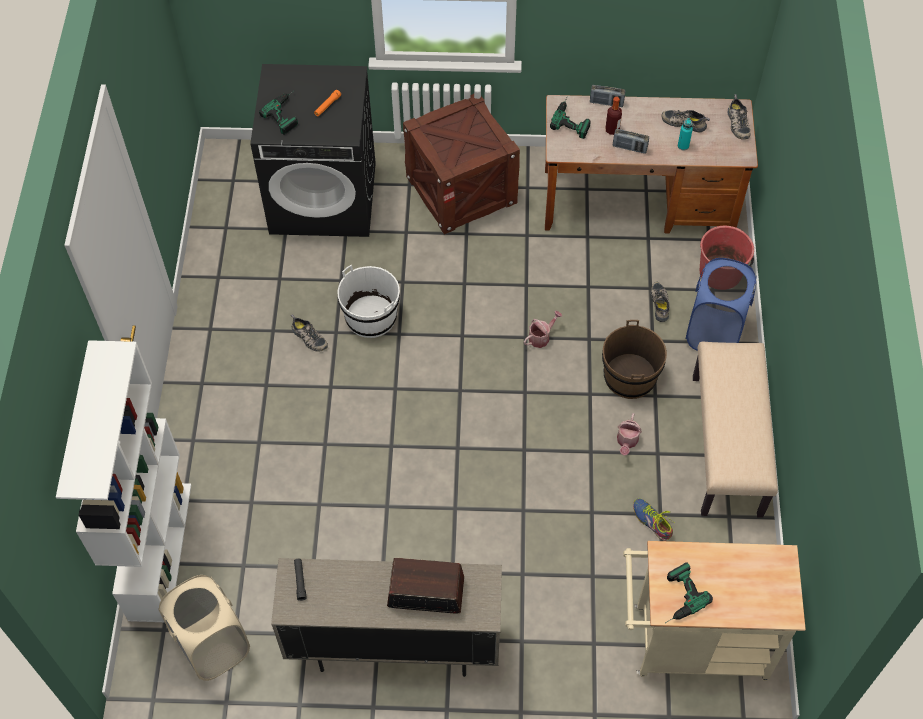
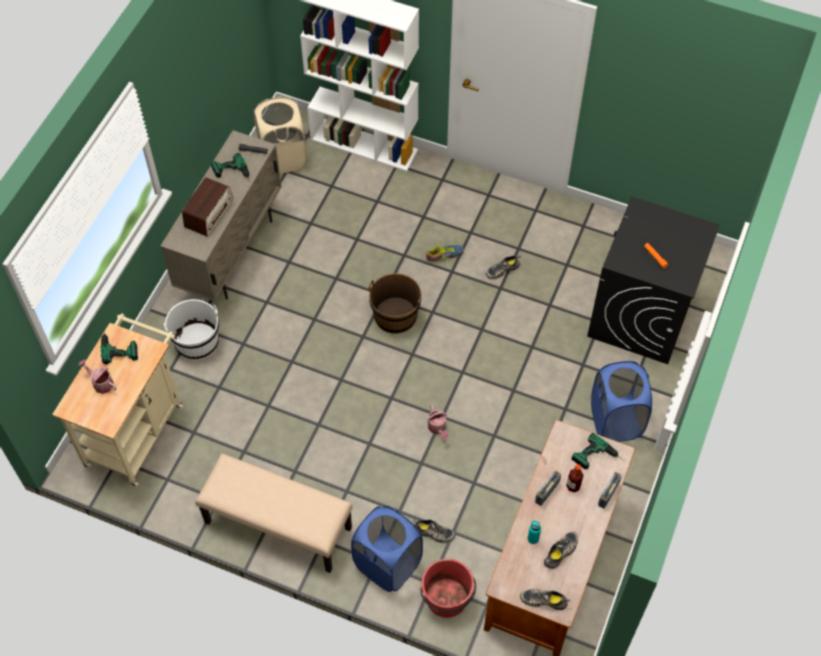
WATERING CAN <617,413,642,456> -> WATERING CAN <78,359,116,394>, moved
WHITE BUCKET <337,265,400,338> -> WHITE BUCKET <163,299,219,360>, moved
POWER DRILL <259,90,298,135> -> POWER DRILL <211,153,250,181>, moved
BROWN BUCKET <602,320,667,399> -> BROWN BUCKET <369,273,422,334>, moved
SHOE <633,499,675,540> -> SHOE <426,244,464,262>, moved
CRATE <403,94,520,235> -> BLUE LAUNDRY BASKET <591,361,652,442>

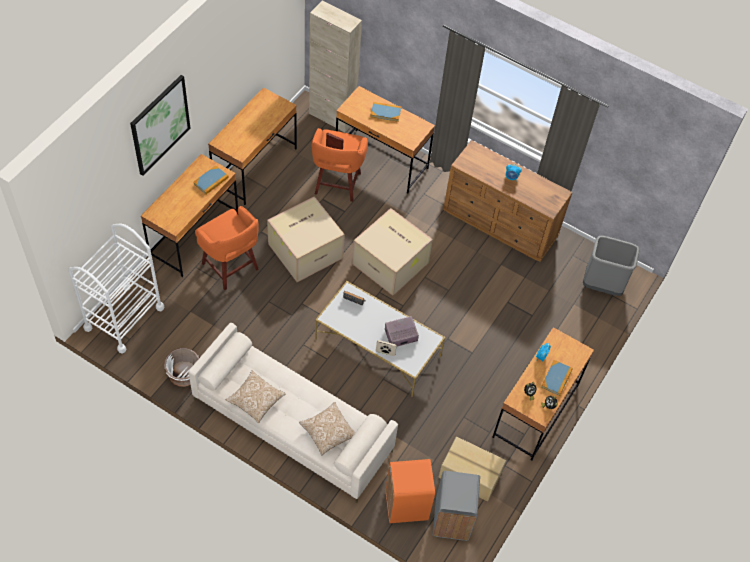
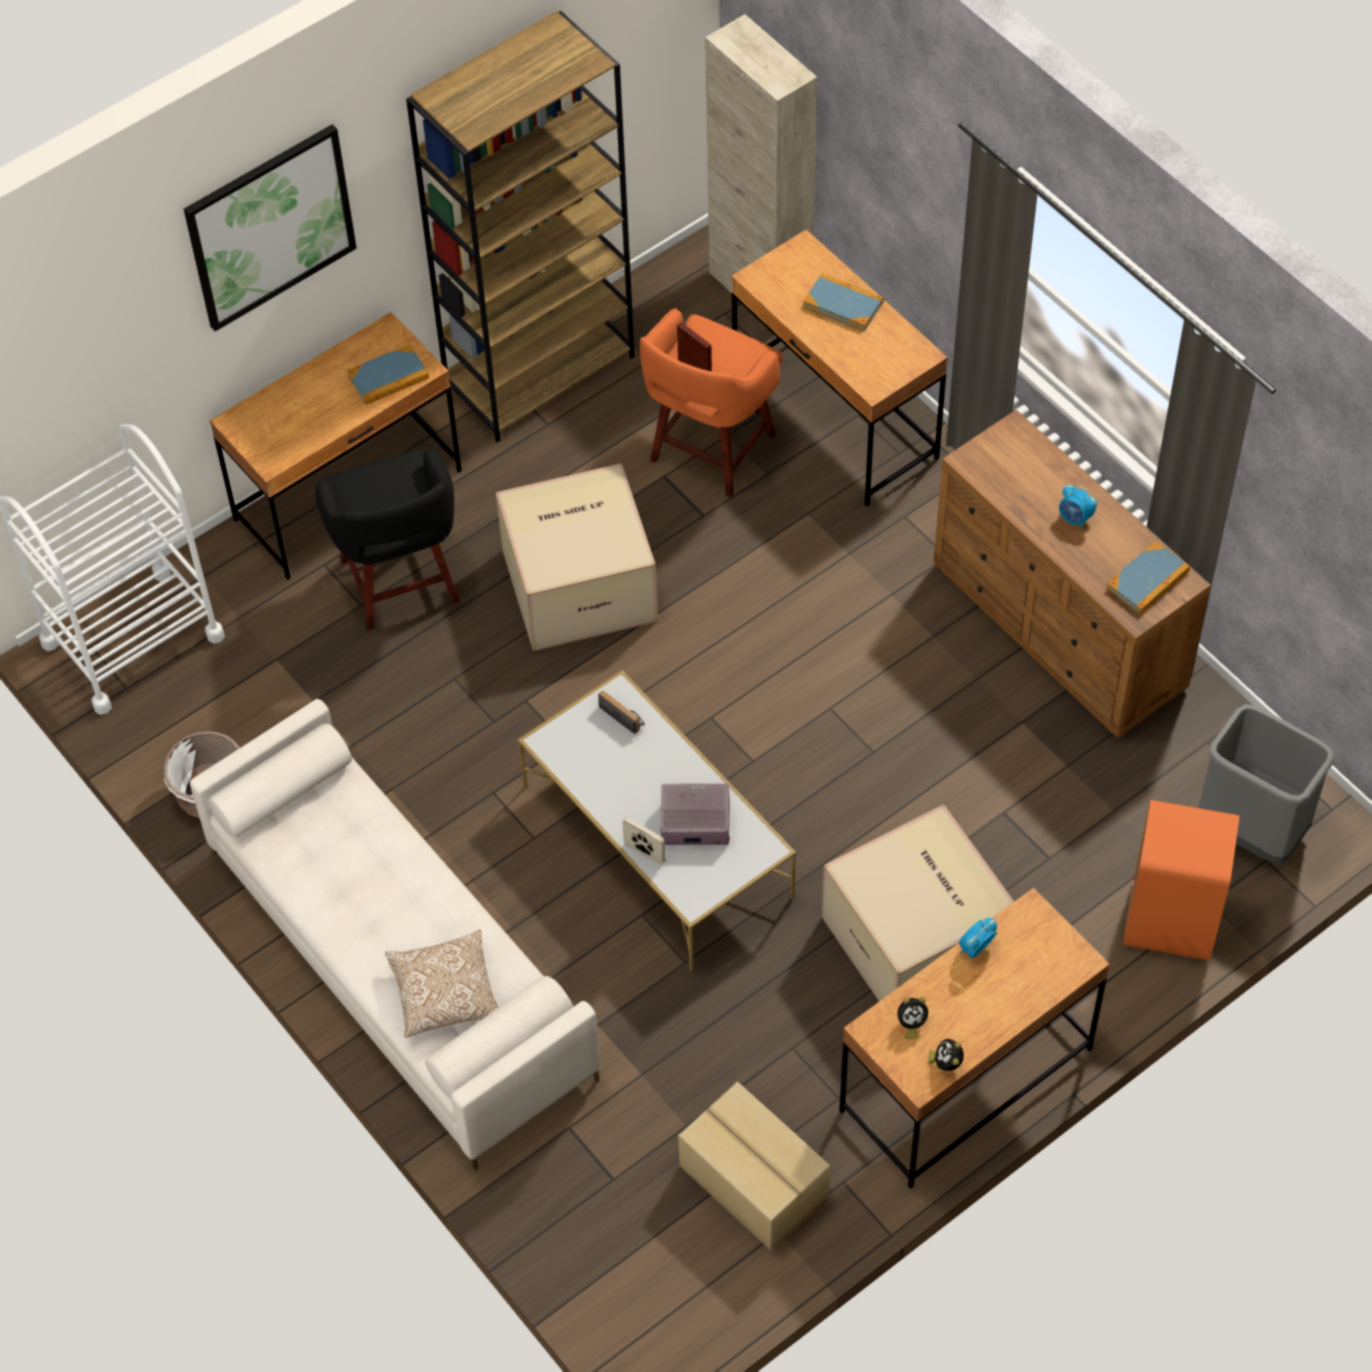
ORANGE STOOL <195,206,259,290> -> BLACK STOOL <315,446,460,631>
BROWN DESK <208,87,297,205> -> BROWN BOOKCASE <406,11,635,442>
CARDBOARD BOX <352,208,433,296> -> CARDBOARD BOX <822,804,1014,1001>, moved
BOOK <541,360,573,396> -> BOOK <1106,541,1190,614>, moved
ORANGE TRASH CAN <386,459,435,523> -> ORANGE TRASH CAN <1123,800,1240,961>, moved
PILLOW <226,370,286,423> -> none
GREY TRASH CAN <433,471,480,541> -> none

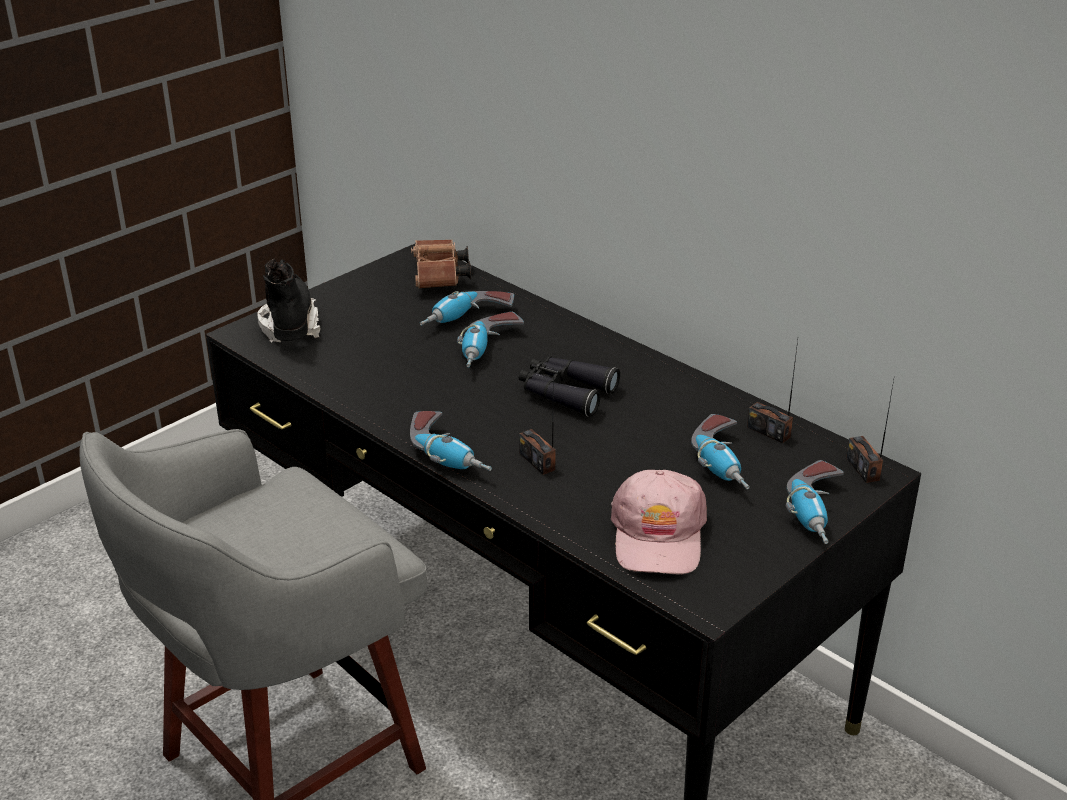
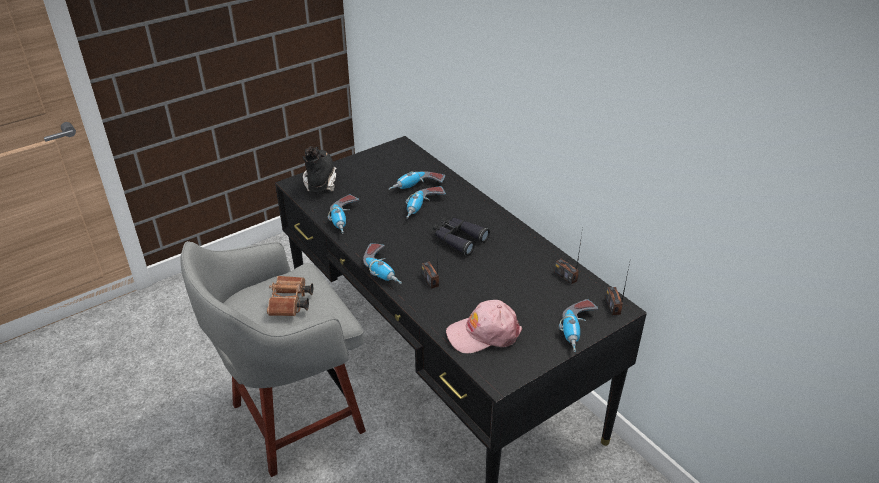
BROWN BINOCULARS <411,239,471,289> -> BROWN BINOCULARS <267,276,313,316>, moved
POWER DRILL <691,414,750,489> -> POWER DRILL <328,194,359,234>, moved
PINK CAP <611,470,707,575> -> PINK CAP <446,300,522,354>, 60 degrees clockwise

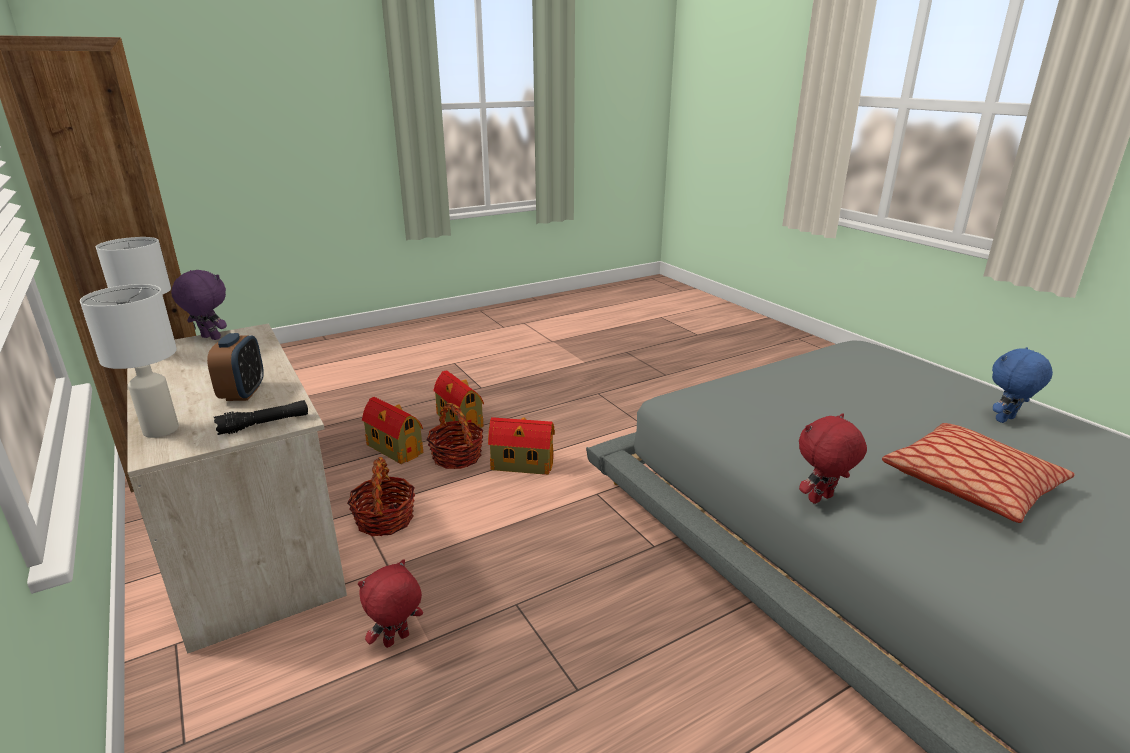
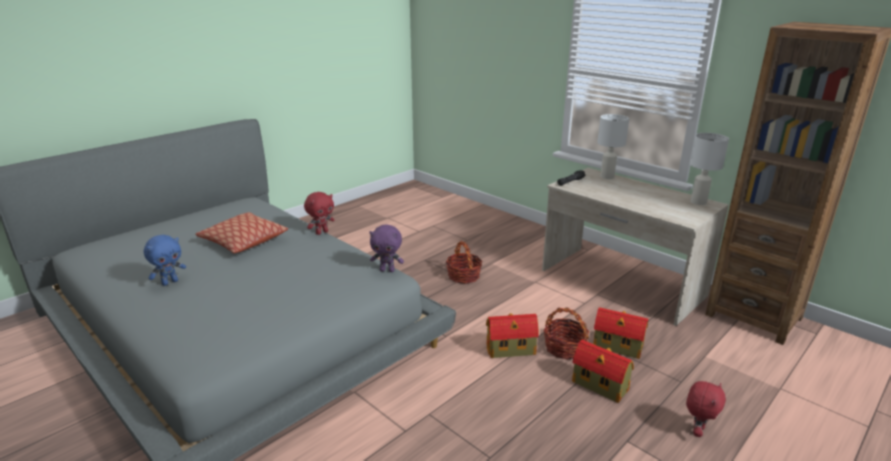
PURPLE PLUSH TOY <171,270,227,340> -> PURPLE PLUSH TOY <369,224,404,272>, moved
BASKET <347,457,415,536> -> BASKET <446,241,482,284>, moved
RED PLUSH TOY <358,559,423,648> -> RED PLUSH TOY <686,381,726,437>, moved
ALARM CLOCK <207,333,264,401> -> none

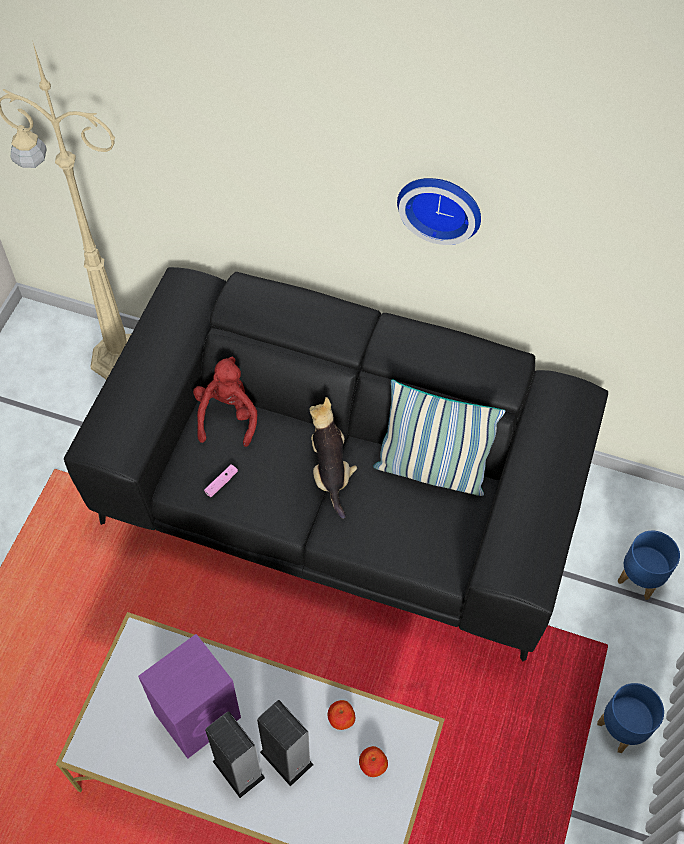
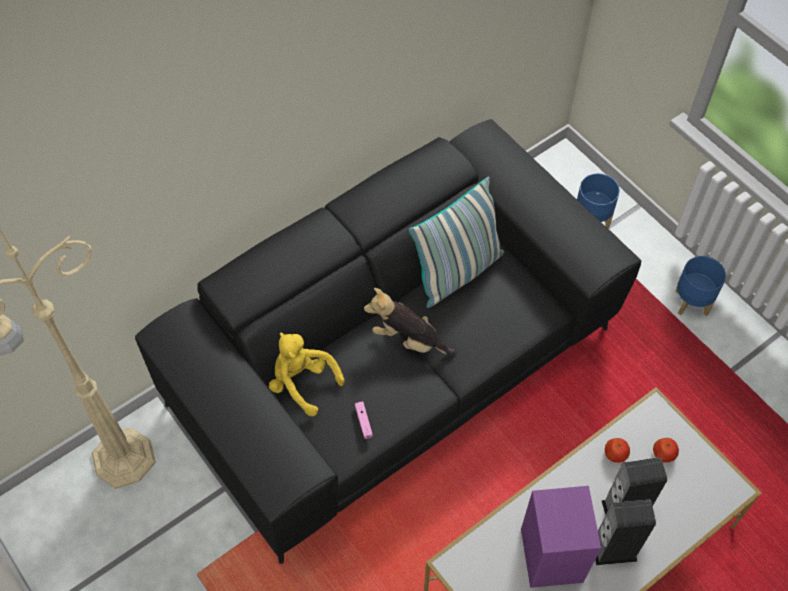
RED PLUSH TOY <193,357,257,447> -> YELLOW PLUSH TOY <269,333,345,416>
WALL CLOCK <397,178,481,245> -> none

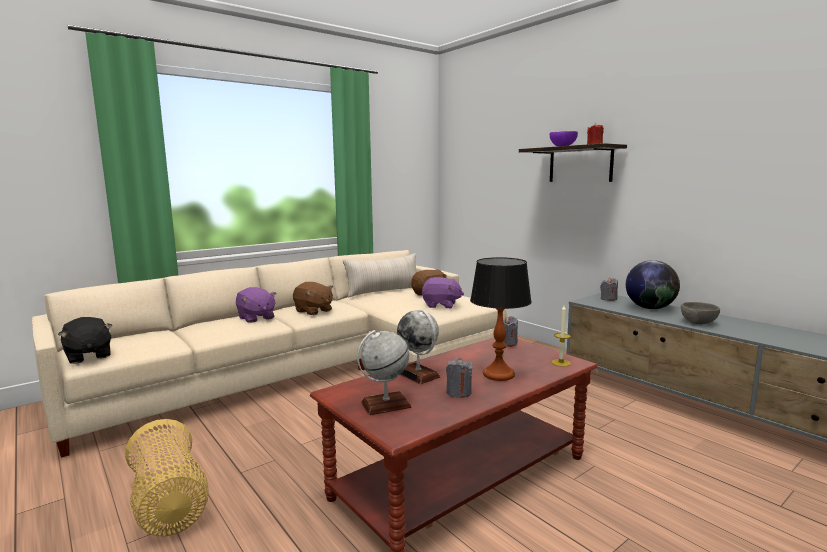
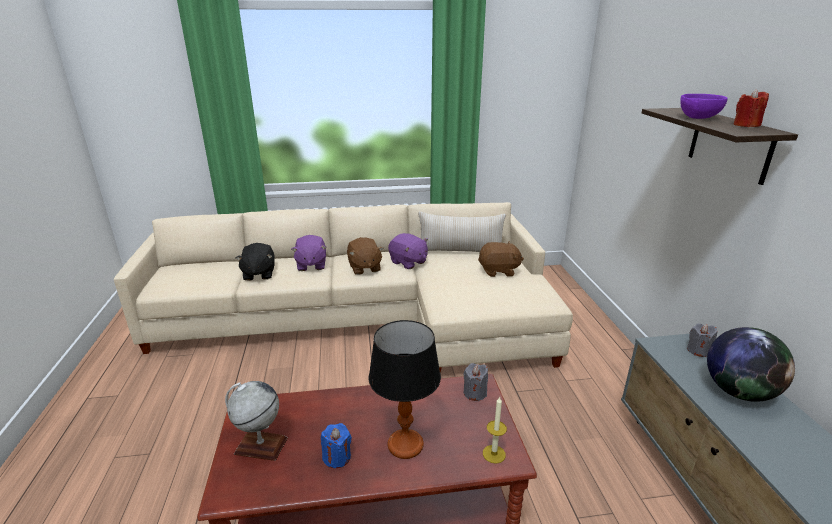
BLACK PLUSH TOY <58,317,113,364> -> BLACK PLUSH TOY <235,243,275,281>, moved
GREY CANDLE <446,357,472,398> -> BLUE CANDLE <321,423,352,468>
PURPLE PLUSH TOY <422,277,464,308> -> PURPLE PLUSH TOY <388,233,428,269>, moved
BASKET <125,419,209,536> -> none
GLOBE <397,310,440,384> -> none
GREY BOWL <681,302,720,324> -> none

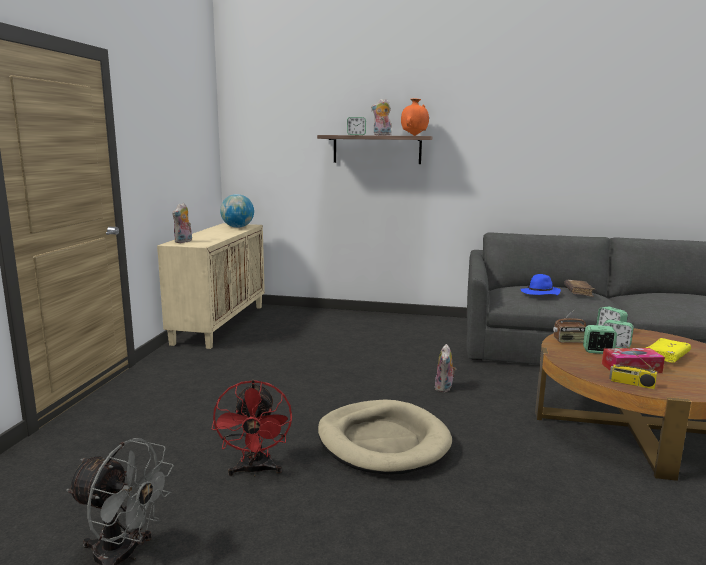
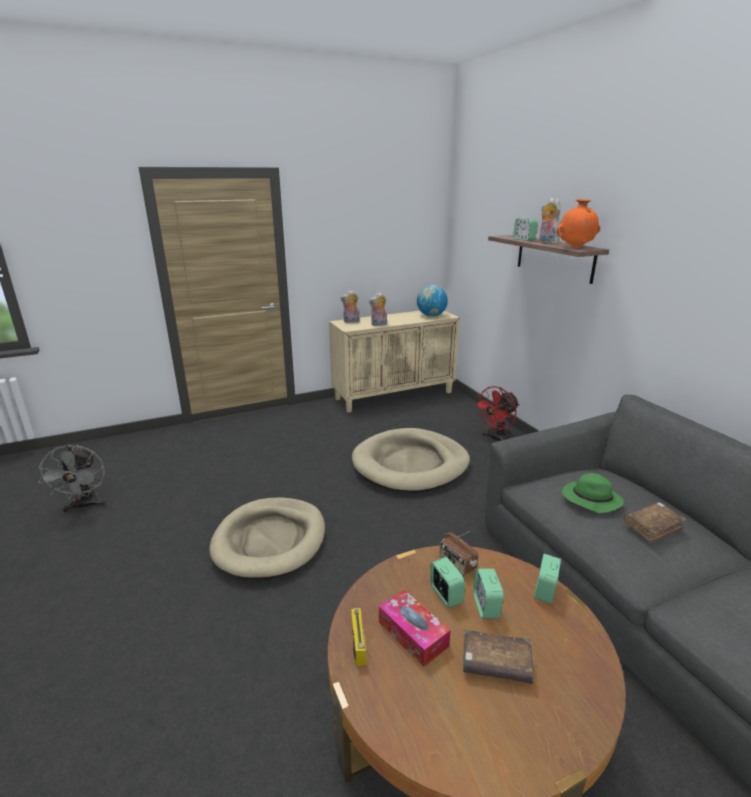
none -> BEIGE DOG BED <352,428,470,493>
PLUSH TOY <435,344,456,392> -> PLUSH TOY <369,292,387,326>, moved
YELLOW BOOK <646,338,691,362> -> BROWN BOOK <463,629,534,684>
RED FAN <212,380,292,476> -> RED FAN <474,386,520,441>, moved
BLUE HAT <521,274,561,295> -> GREEN HAT <562,473,624,513>

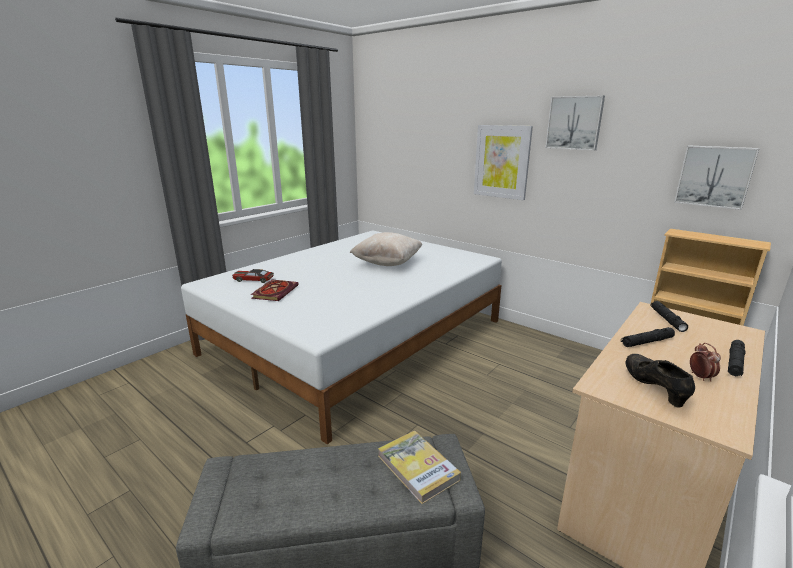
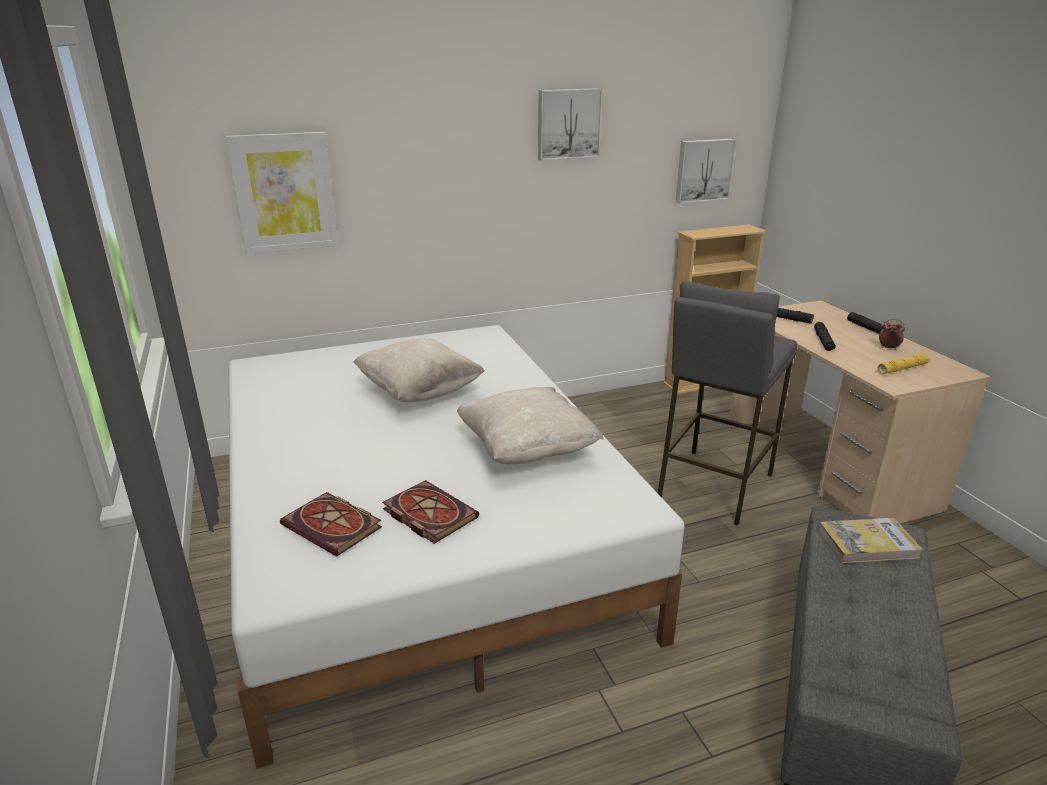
PICTURE <474,125,533,200> -> PICTURE <226,132,338,254>, moved
TOY CAR <232,269,274,283> -> BOOK <280,492,382,557>
none -> BEIGE PILLOW <457,387,604,464>
none -> GREY STOOL <658,281,797,526>
BLACK SHOE <625,354,695,408> -> YELLOW FLASHLIGHT <877,354,930,374>

